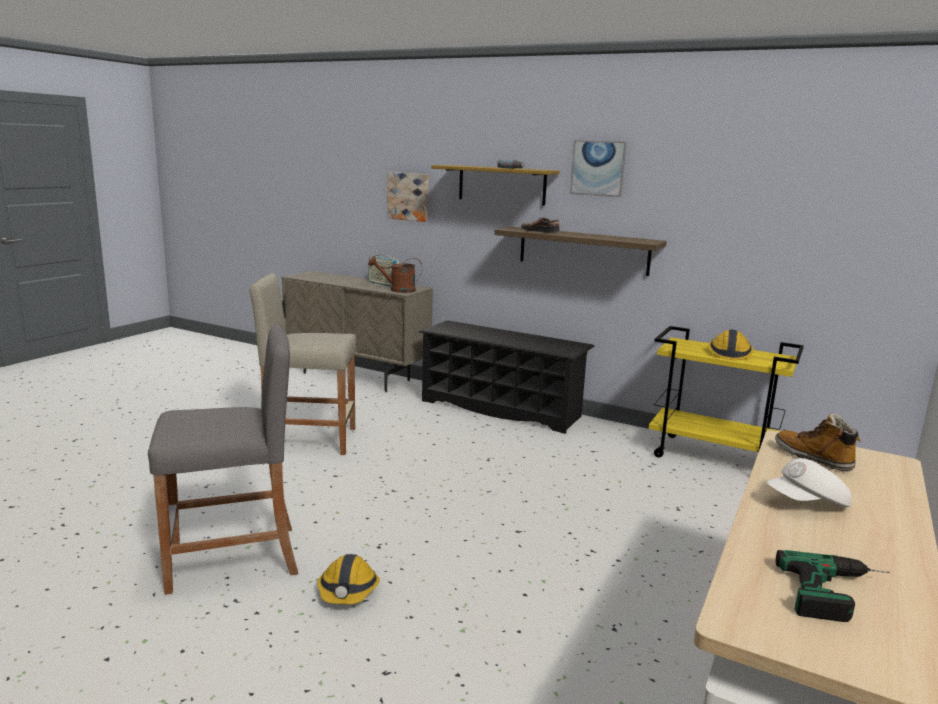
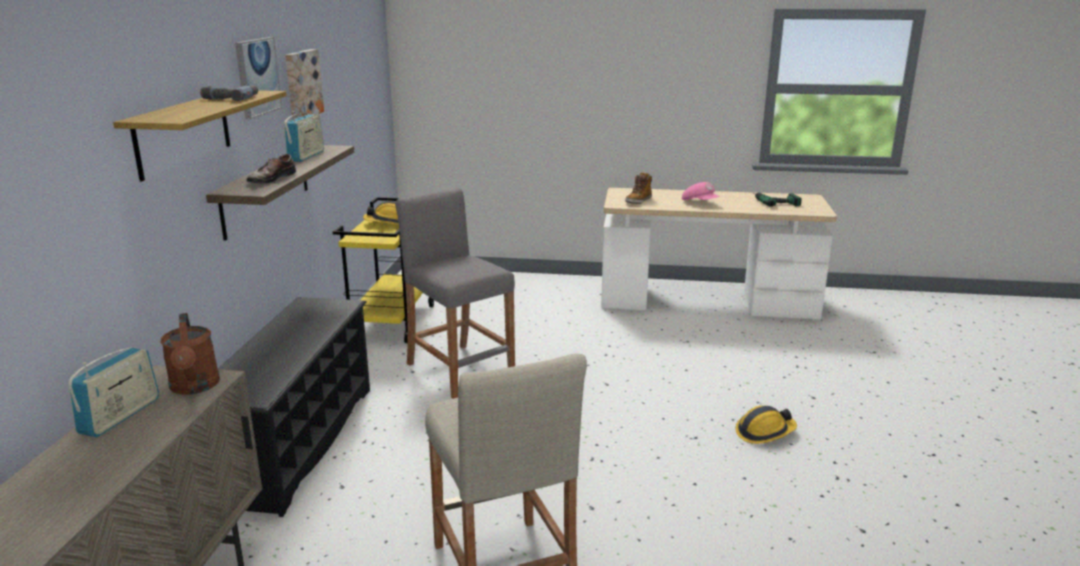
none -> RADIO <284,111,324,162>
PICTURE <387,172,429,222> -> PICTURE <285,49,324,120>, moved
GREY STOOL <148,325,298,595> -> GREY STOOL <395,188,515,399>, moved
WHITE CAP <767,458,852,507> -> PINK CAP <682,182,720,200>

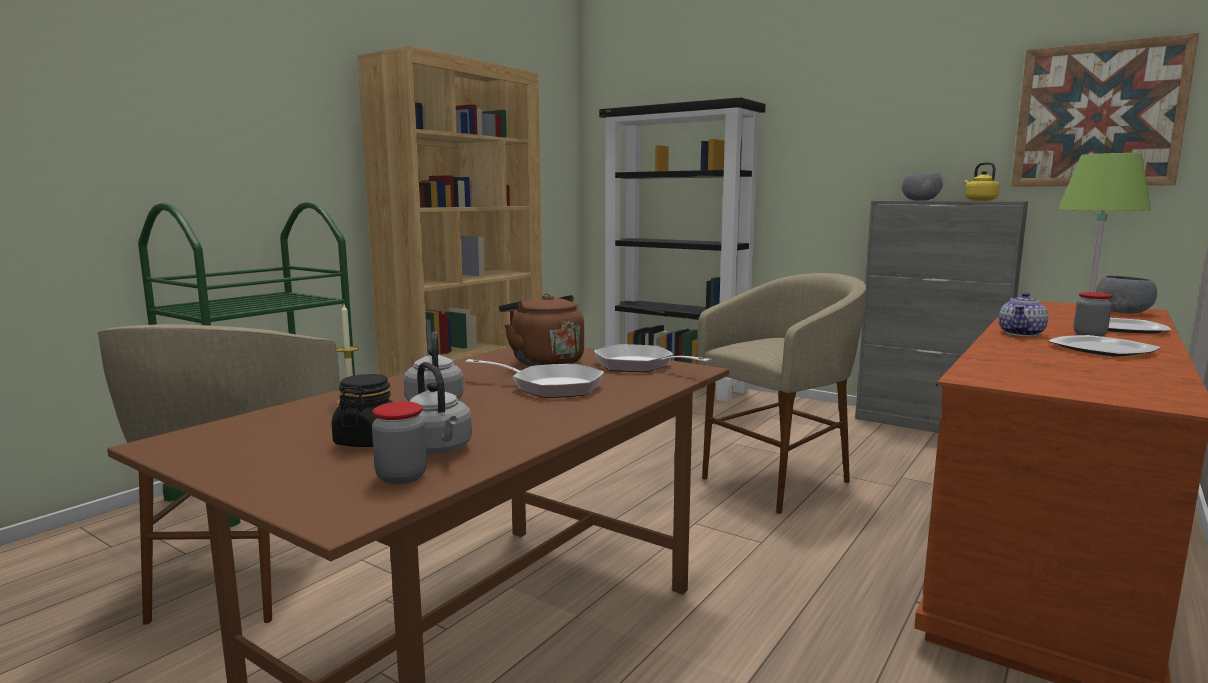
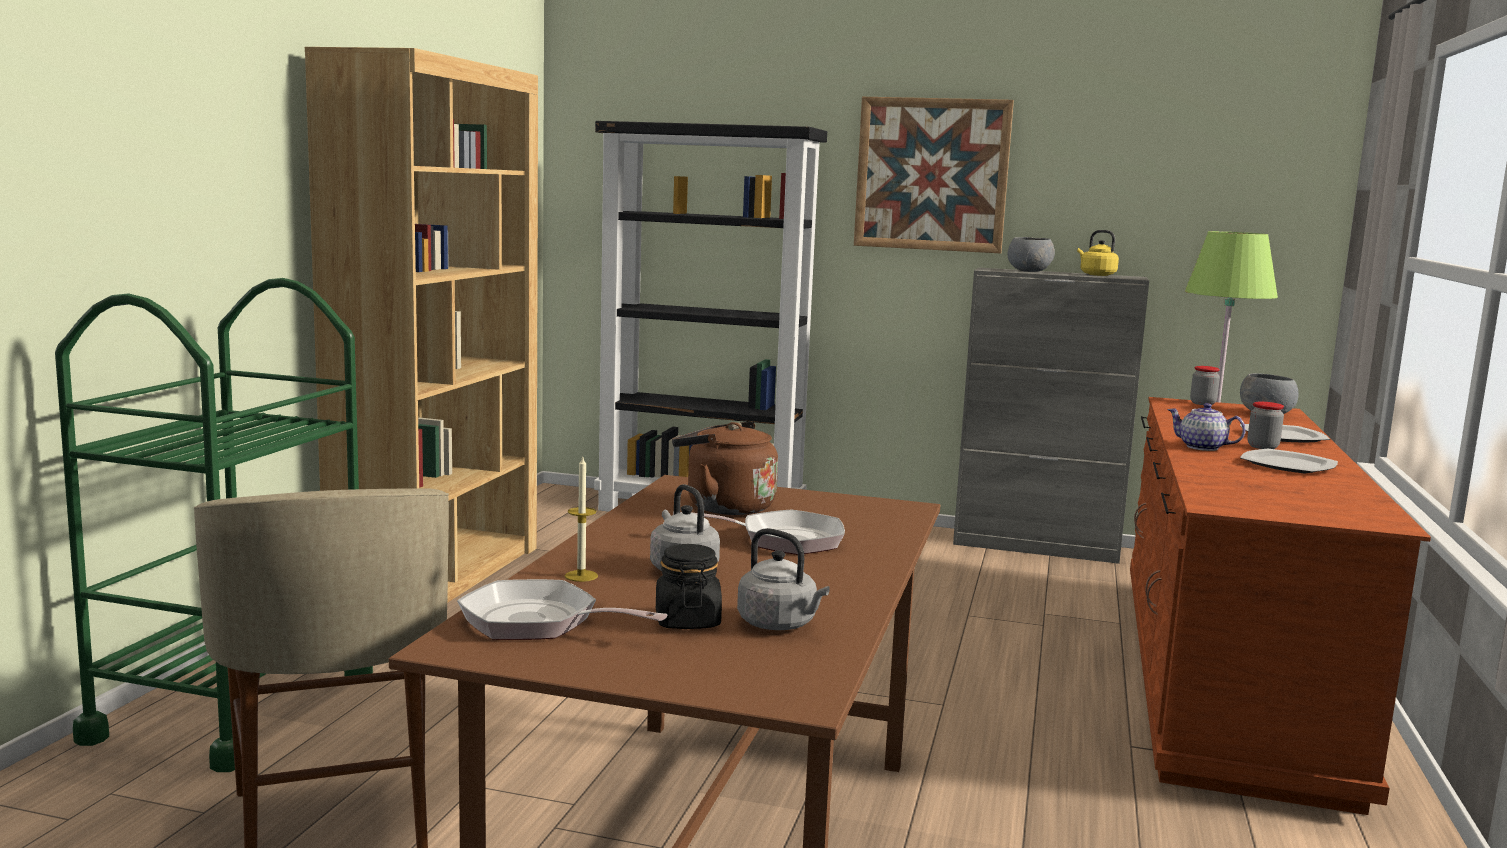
FRYING PAN <594,344,712,372> -> FRYING PAN <457,579,667,640>, moved
PICTURE <1011,33,1199,187> -> PICTURE <854,97,1014,253>, moved
TEAPOT <999,292,1048,336> -> TEAPOT <1167,403,1246,451>, 105 degrees clockwise
JAR <372,402,427,485> -> JAR <1190,366,1220,405>, moved
BEIGE STOOL <697,273,866,514> -> none

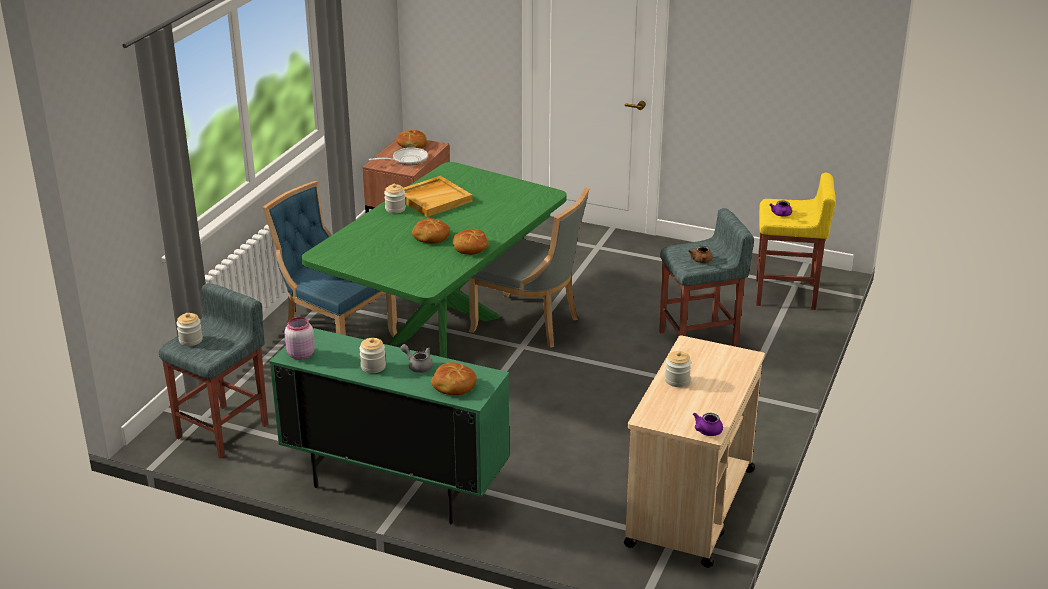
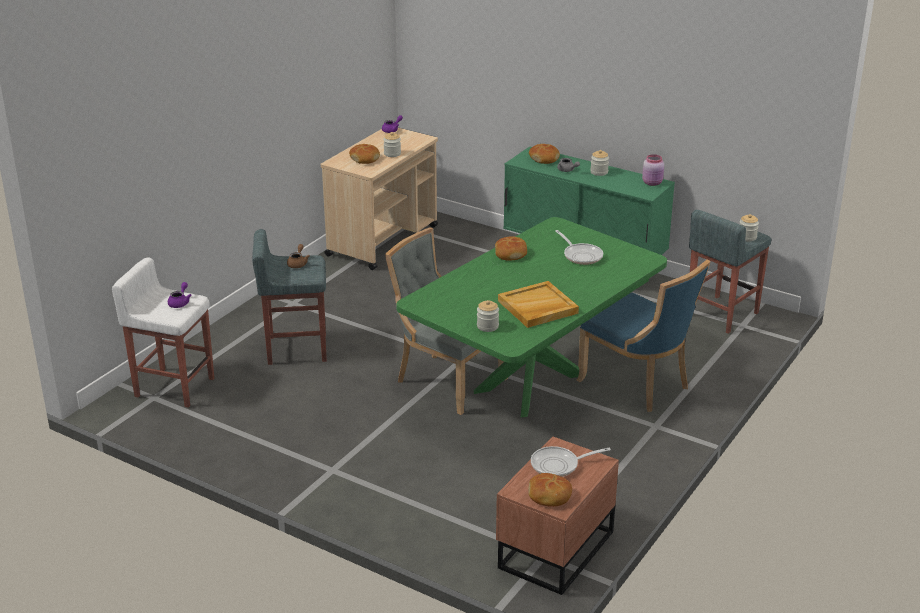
YELLOW STOOL <756,173,836,310> -> WHITE STOOL <112,258,214,408>
BREAD <412,218,450,243> -> BREAD <349,144,380,164>, moved
JAR <384,184,406,213> -> JAR <477,300,499,332>, moved
none -> FRYING PAN <555,230,603,265>

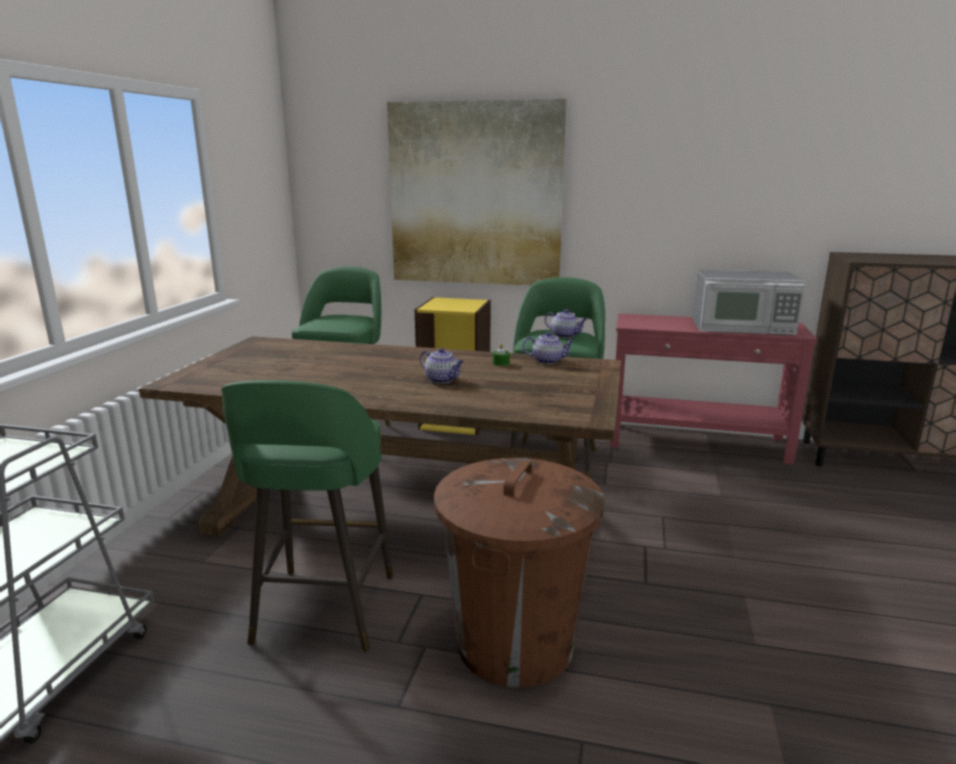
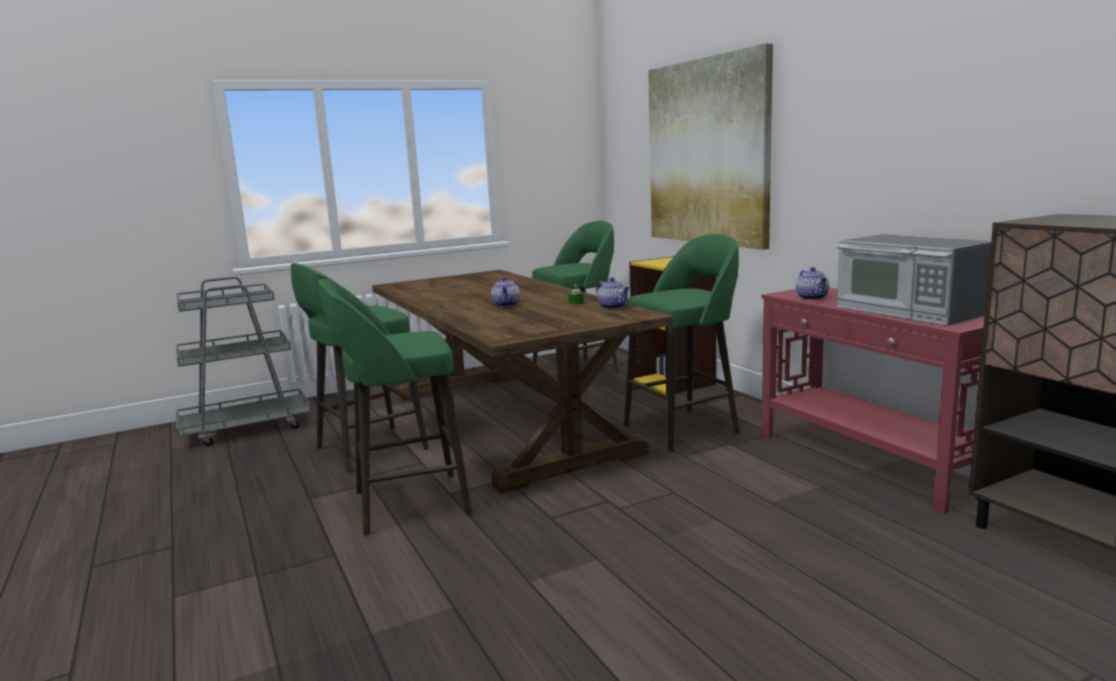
BROWN TRASH CAN <434,458,605,687> -> GREEN STOOL <318,279,472,536>
TEAPOT <545,309,587,338> -> TEAPOT <796,267,829,300>, moved

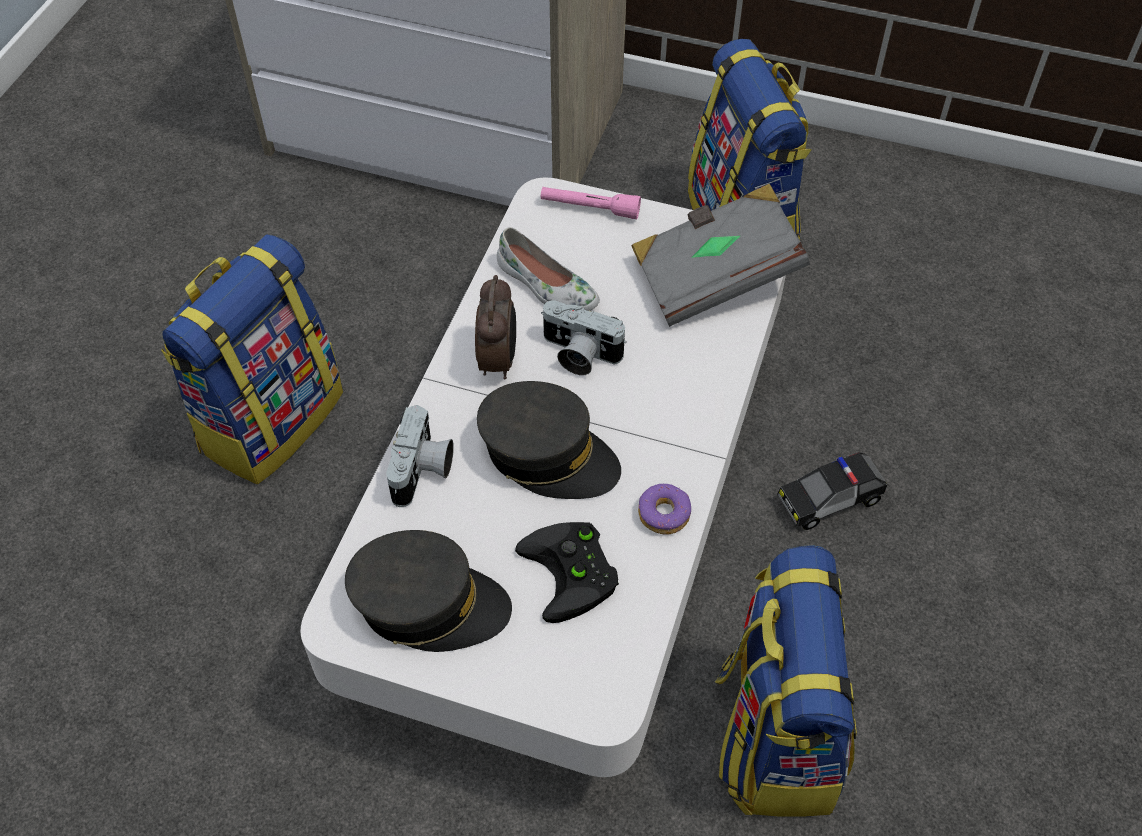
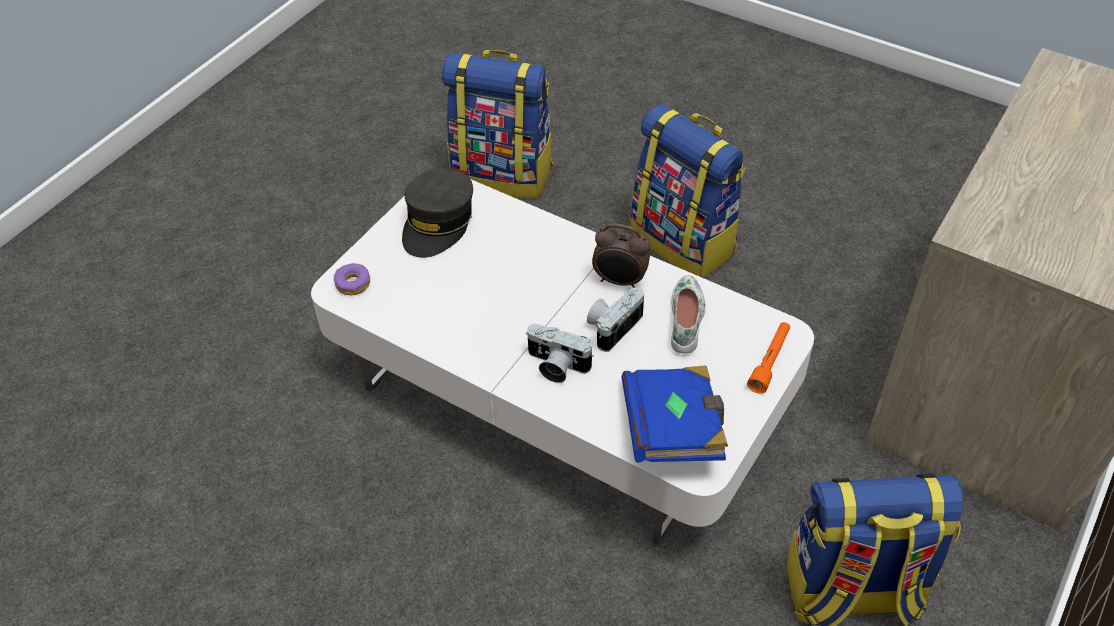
DONUT <638,483,691,535> -> DONUT <333,263,370,295>, moved
BACKPACK <715,545,857,817> -> BACKPACK <442,50,553,198>, moved
PHOTO CAMERA <386,405,454,507> -> PHOTO CAMERA <526,324,594,383>, moved
GREY BOOK <631,184,810,327> -> BLUE BOOK <622,365,728,463>
WHITE SHOE <497,227,600,311> -> WHITE SHOE <671,275,706,353>, 135 degrees clockwise
PINK FLASHLIGHT <541,187,641,219> -> ORANGE FLASHLIGHT <747,322,790,394>
GREY CAP <477,381,621,499> -> none
BLACK GAME CONTROLLER <515,522,619,623> -> none
TOY CAR <778,452,887,530> -> none

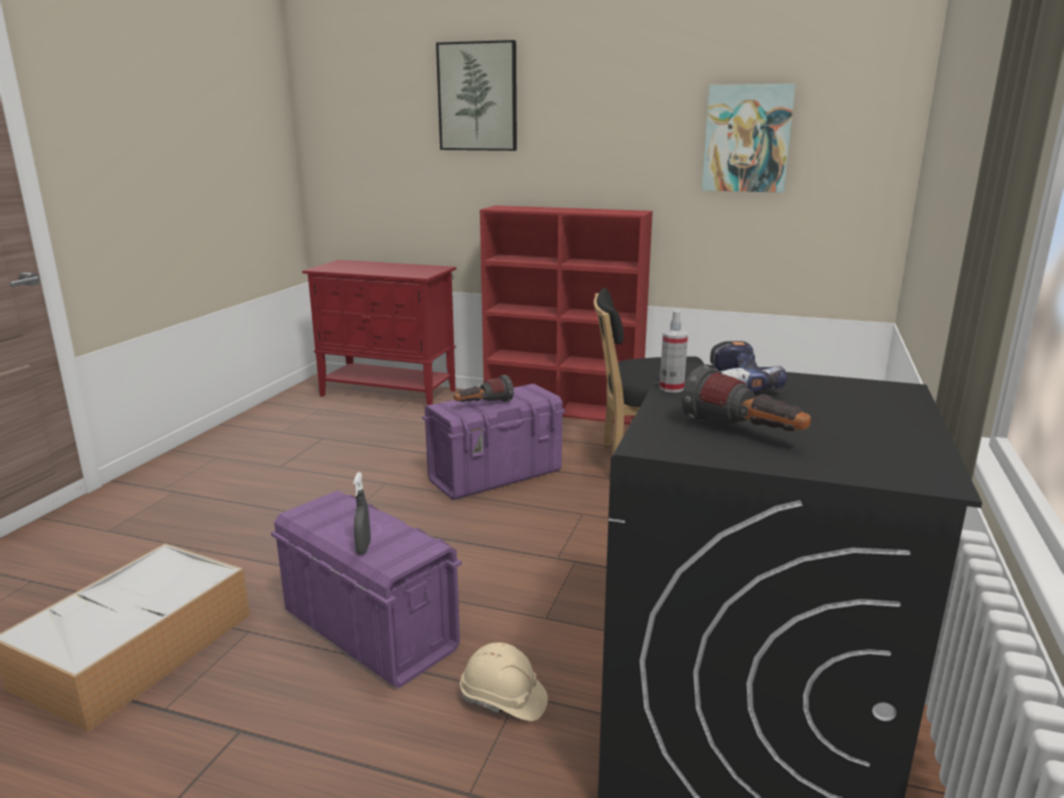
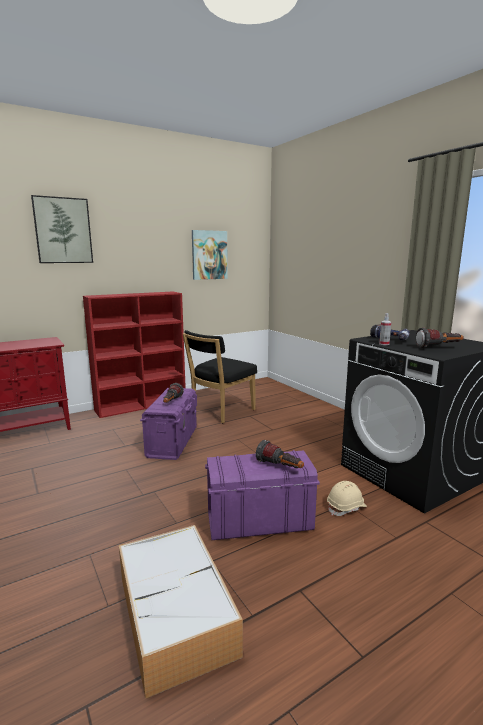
GREY SPRAY BOTTLE <353,472,371,555> -> FLASHLIGHT <256,440,304,468>

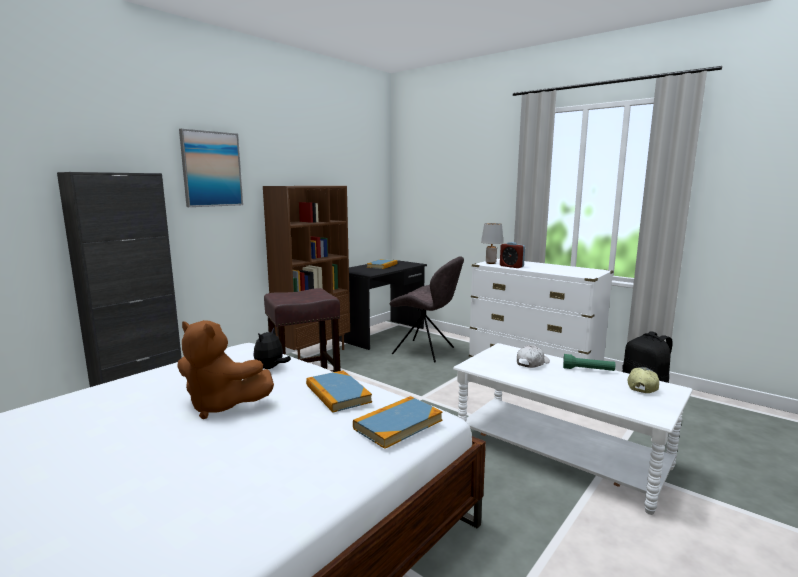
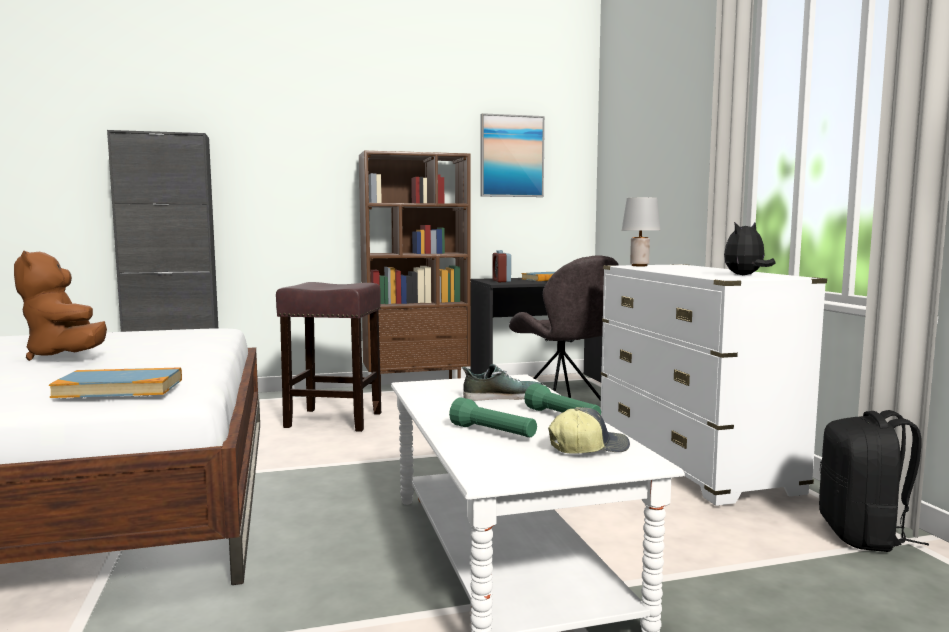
none -> GREEN FLASHLIGHT <449,398,537,437>
WHITE CAP <517,345,550,368> -> SHOE <462,364,543,401>
PICTURE <179,129,243,207> -> PICTURE <481,113,545,197>, moved
ALARM CLOCK <500,242,525,268> -> ALARM CLOCK <492,250,511,282>, moved
PLUSH TOY <253,327,291,369> -> PLUSH TOY <724,222,775,275>, moved
BOOK <306,370,372,412> -> none

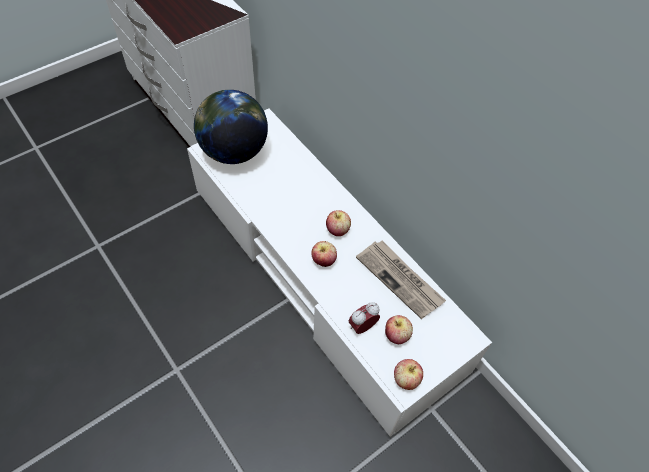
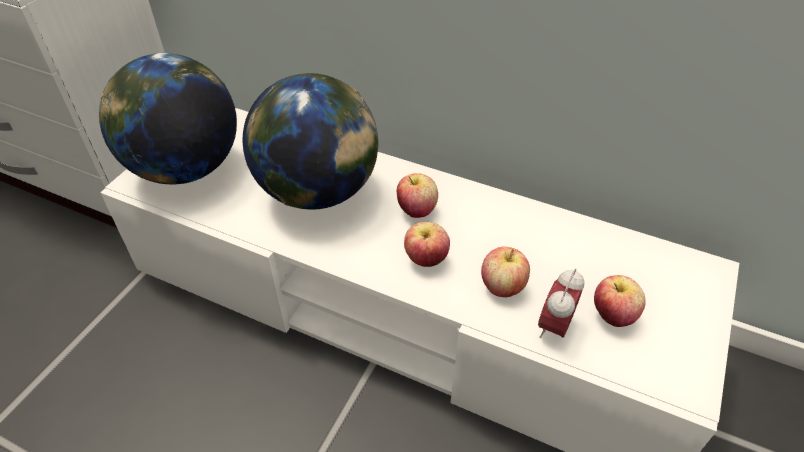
none -> GLOBE <242,73,378,210>
APPLE <394,359,423,390> -> APPLE <481,247,530,297>, moved
NEWSPAPER <356,241,446,319> -> none

